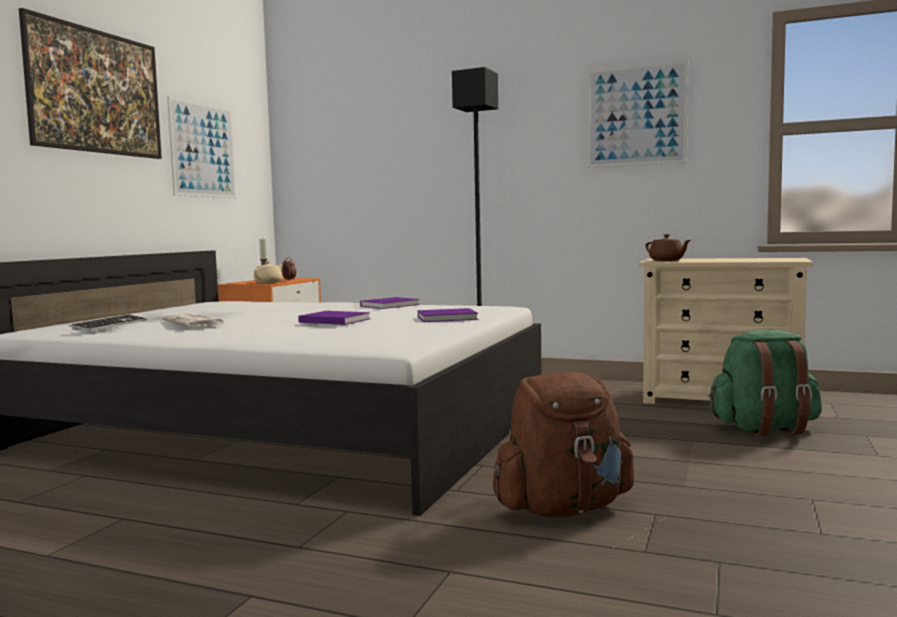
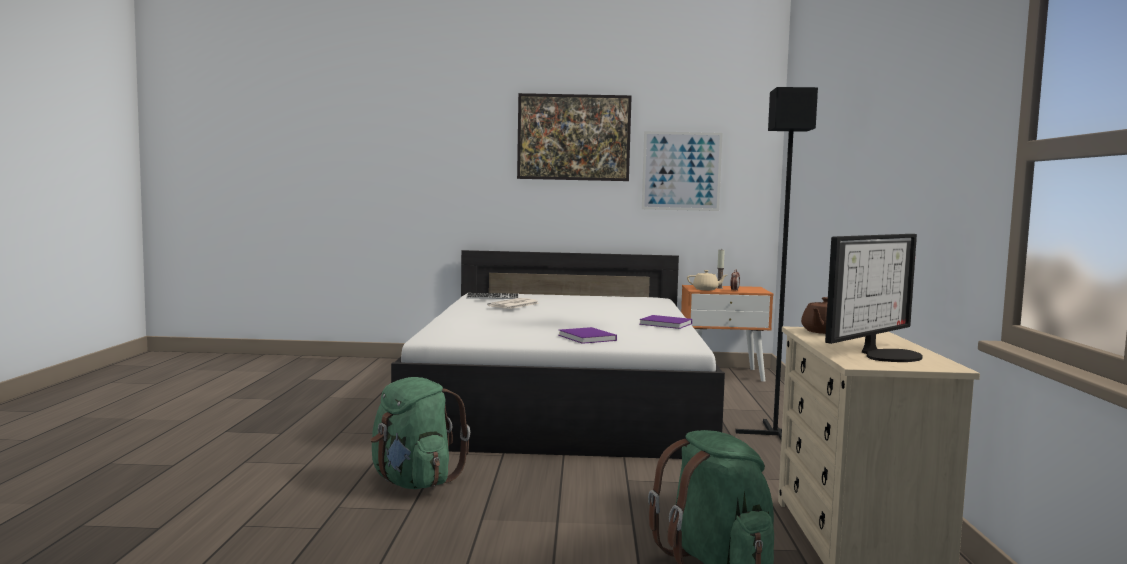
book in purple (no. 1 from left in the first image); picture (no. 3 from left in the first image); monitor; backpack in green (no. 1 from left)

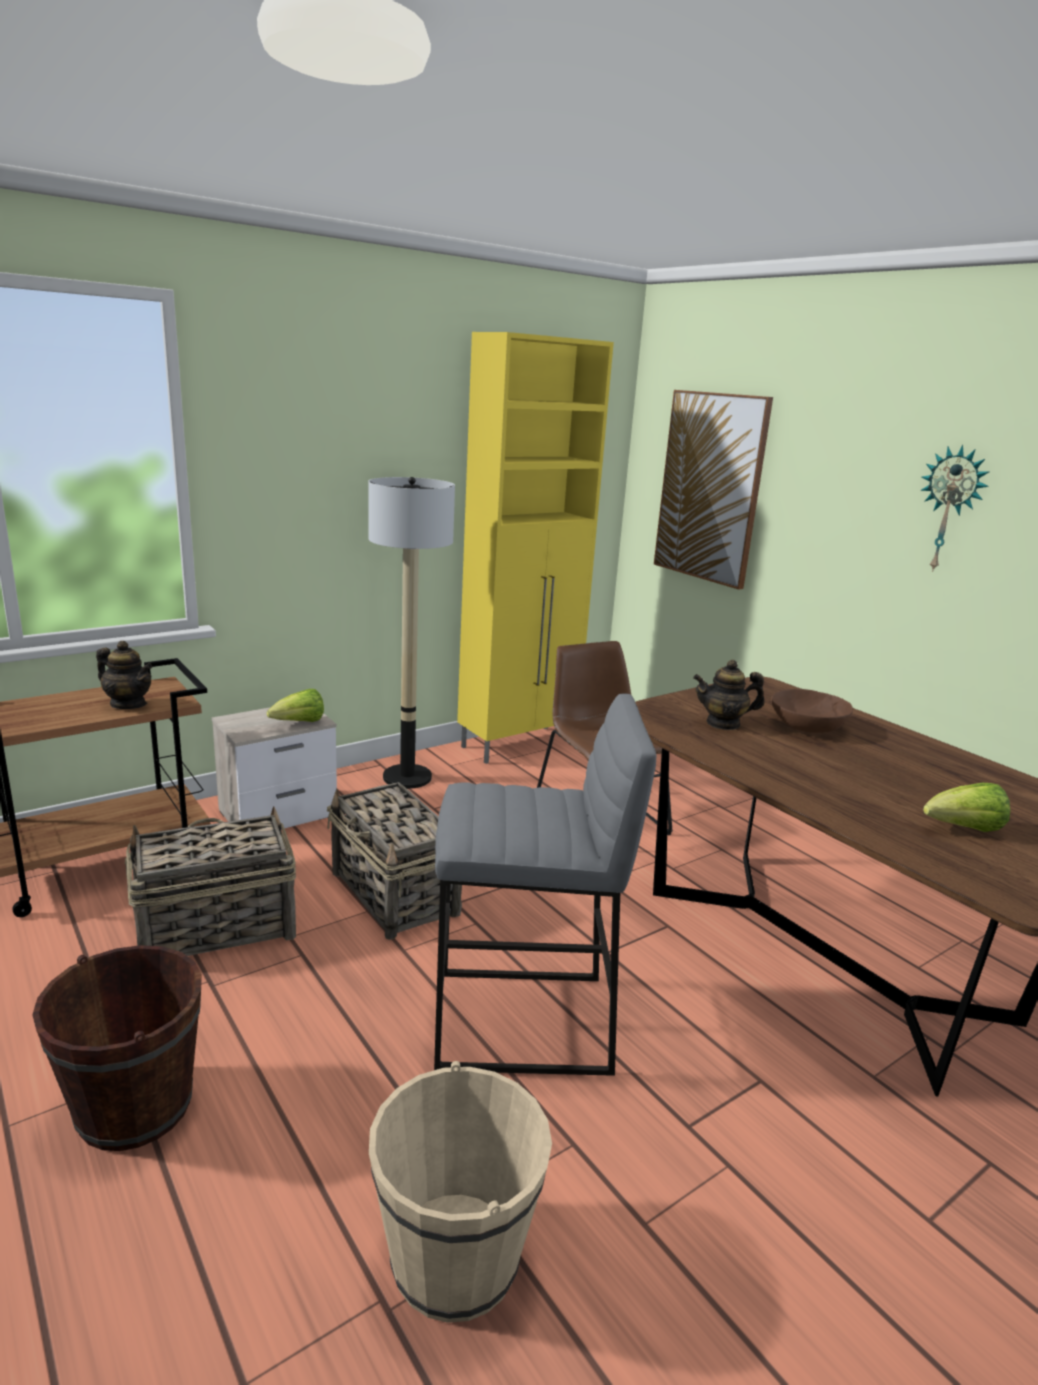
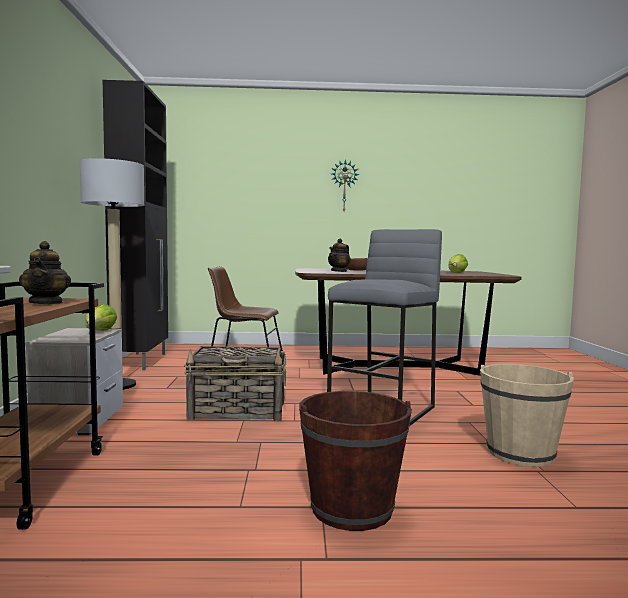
basket (no. 1 from left in the first image); picture; cabinet in black; teapot (no. 1 from left)

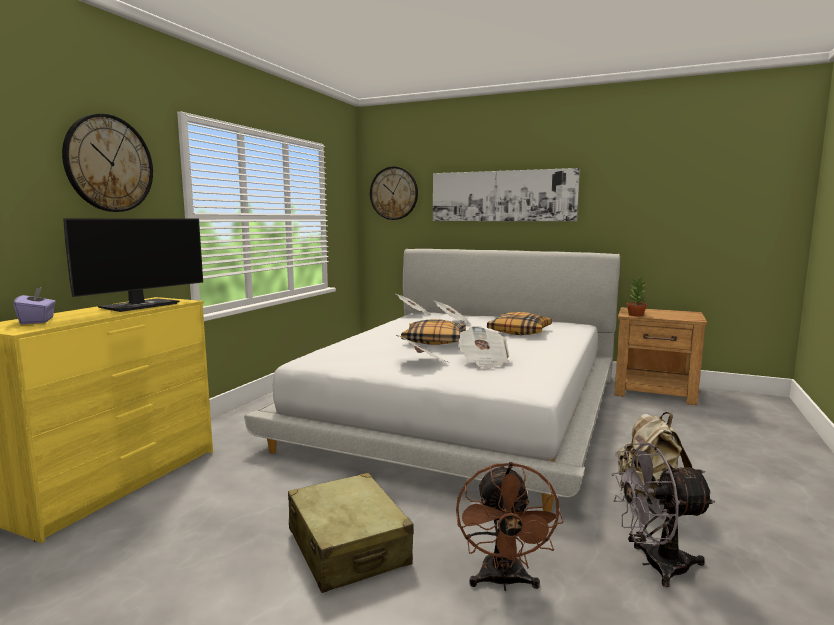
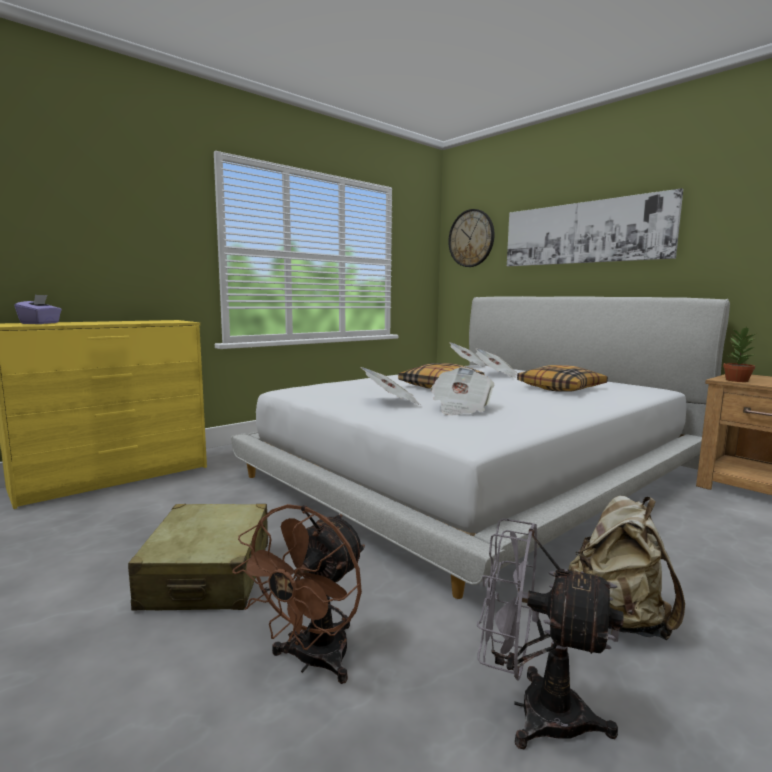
wall clock (no. 1 from left in the first image); monitor

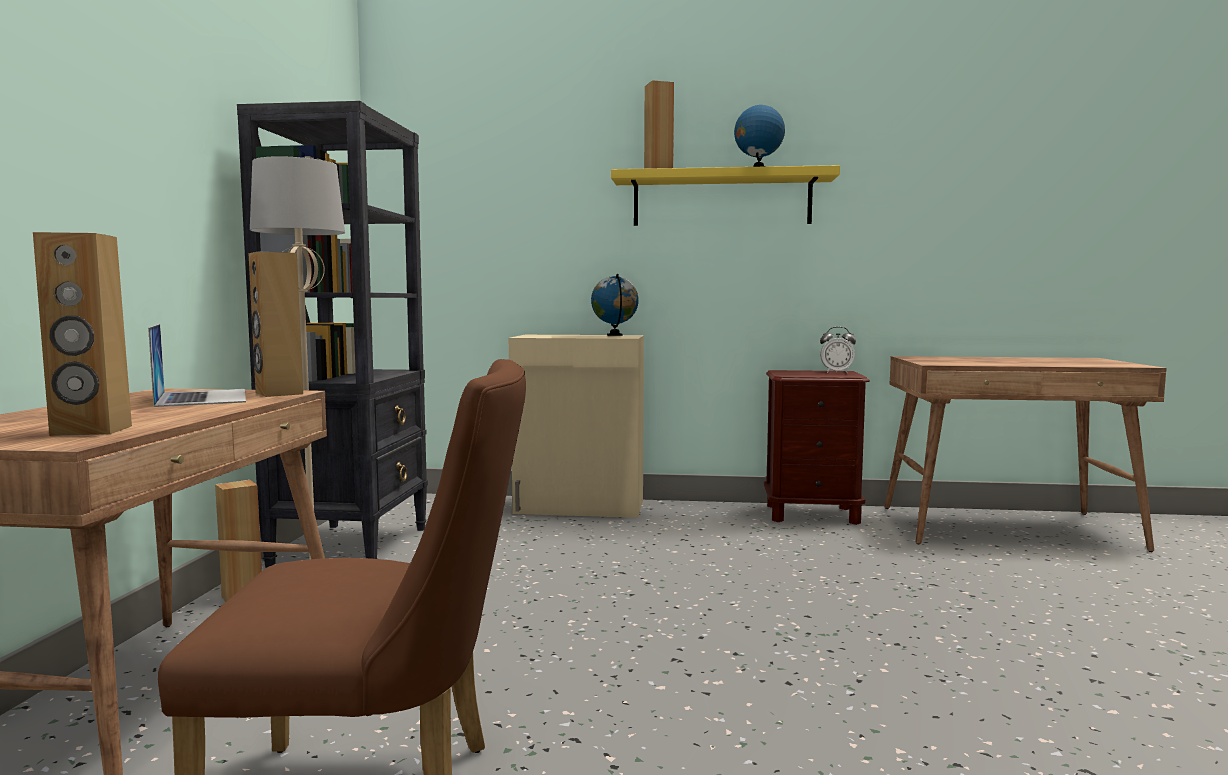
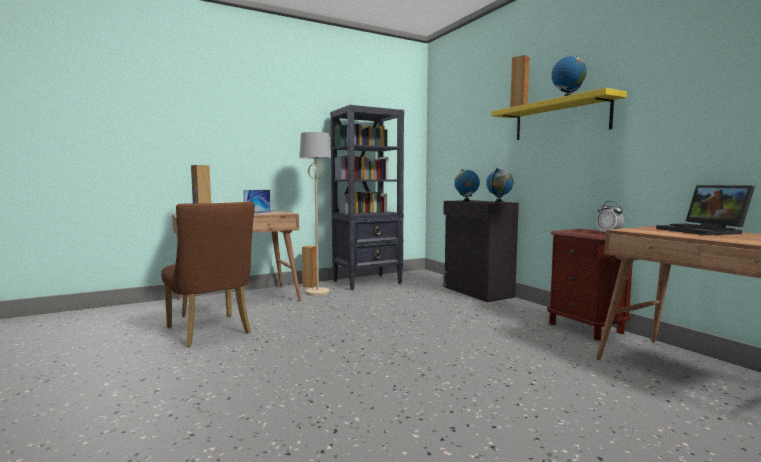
speaker in brown (no. 3 from left in the first image); globe (no. 1 from left); laptop (no. 2 from left); cabinet in black

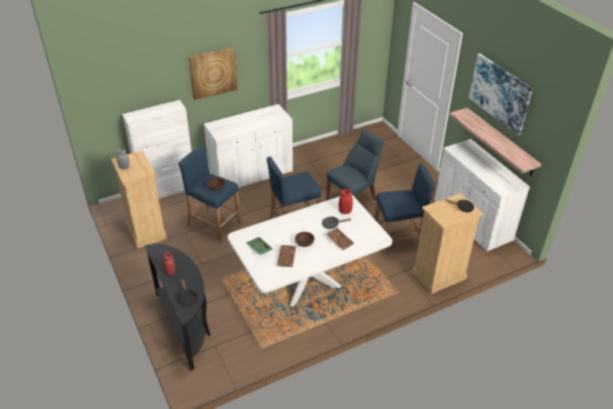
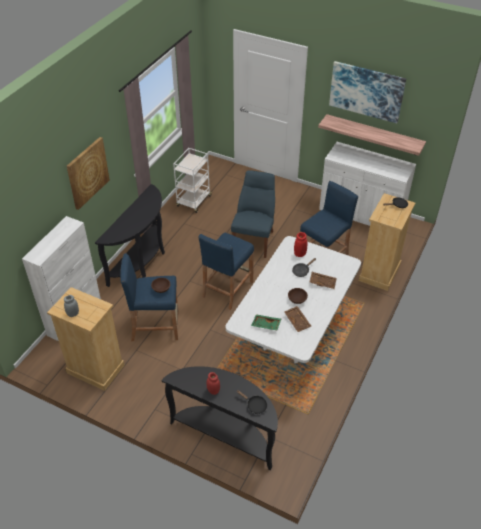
cart in white; console table in black (no. 1 from left)

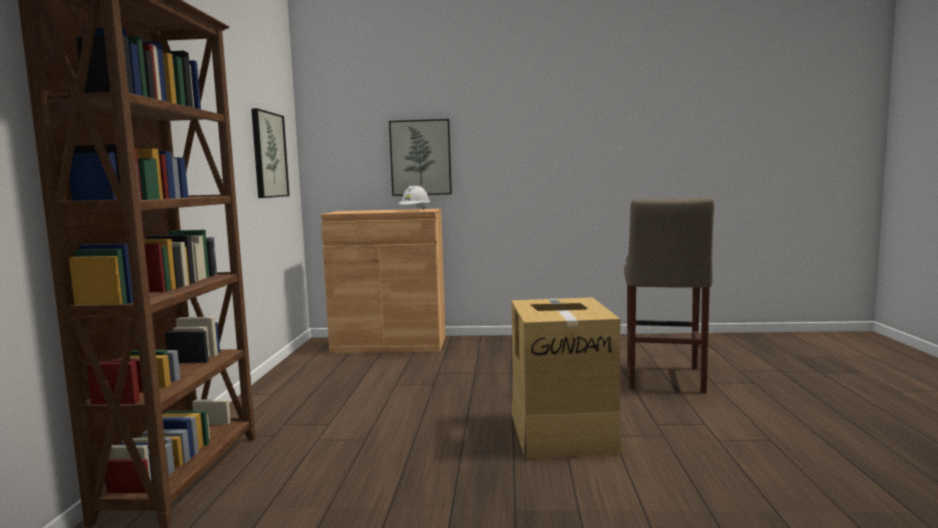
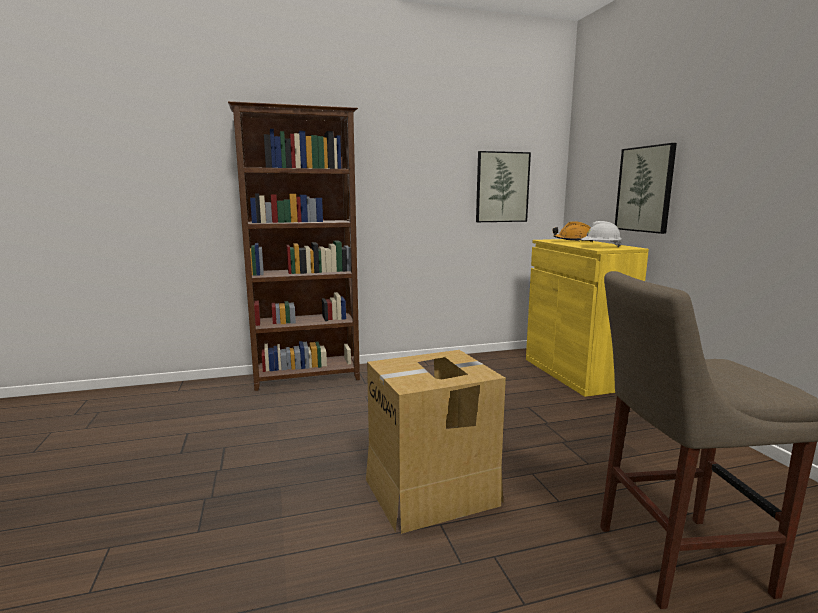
hard hat in orange; cabinet in yellow

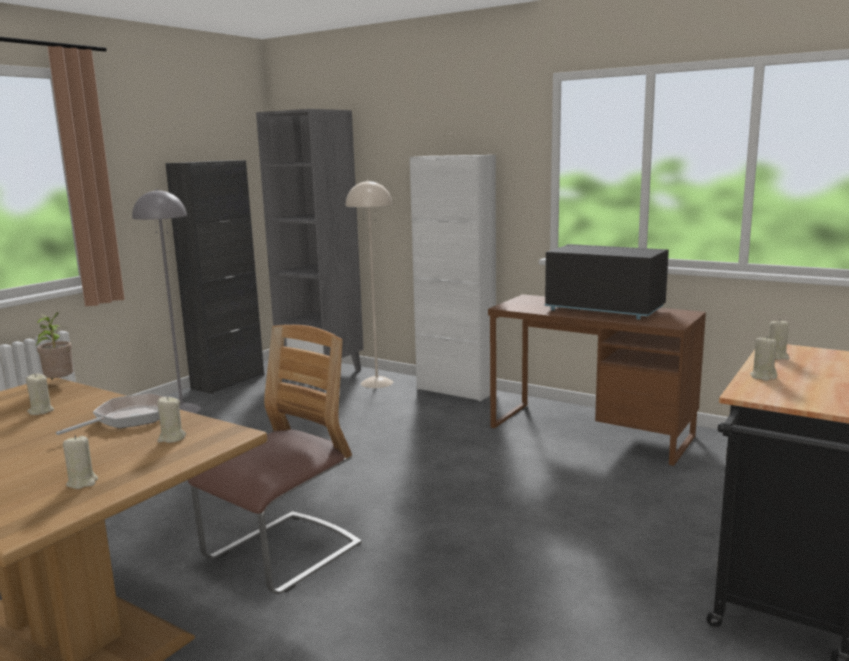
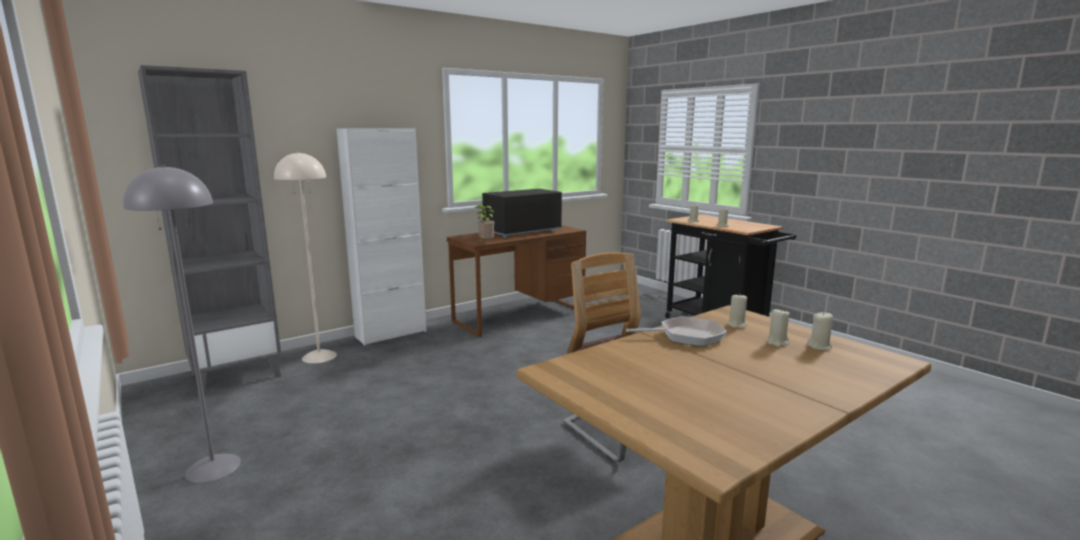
cabinet in black; candle in beige (no. 4 from left); potted plant; frying pan

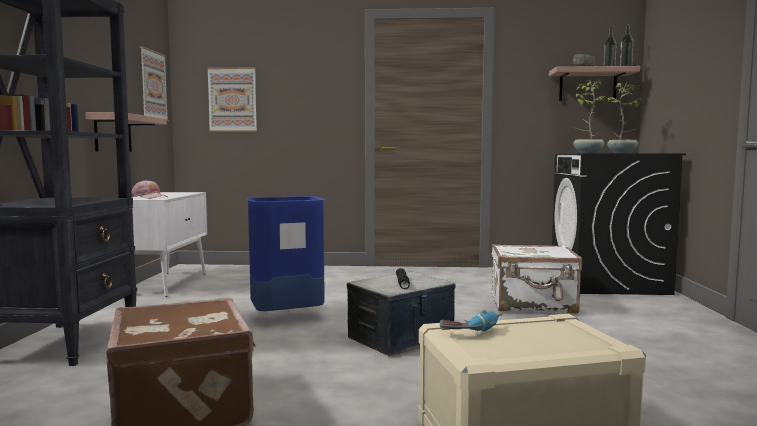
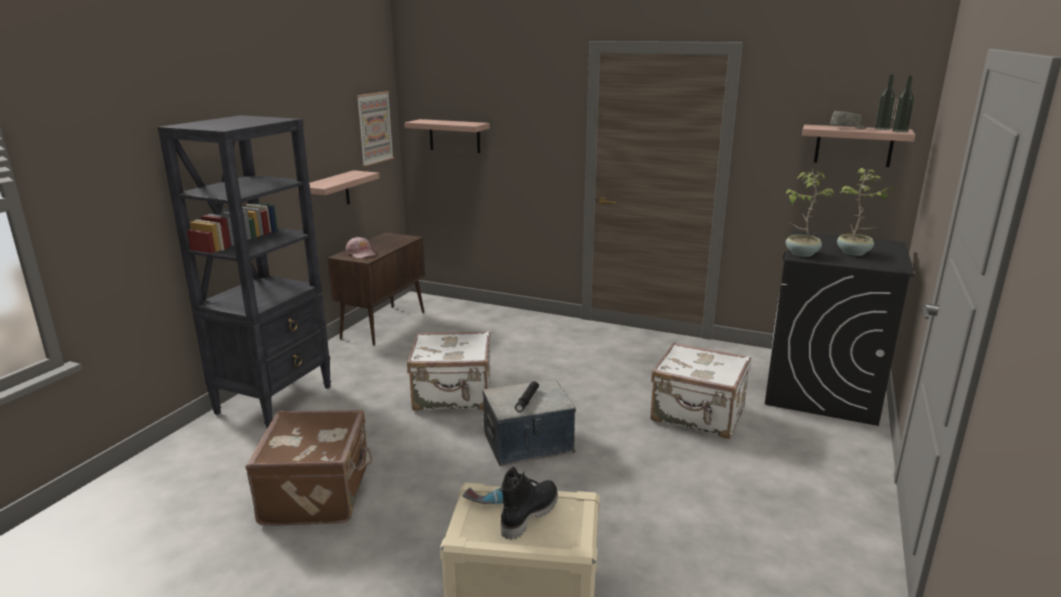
boot in black; shelf (no. 2 from left); suitcase in white (no. 1 from left); cabinet in brown

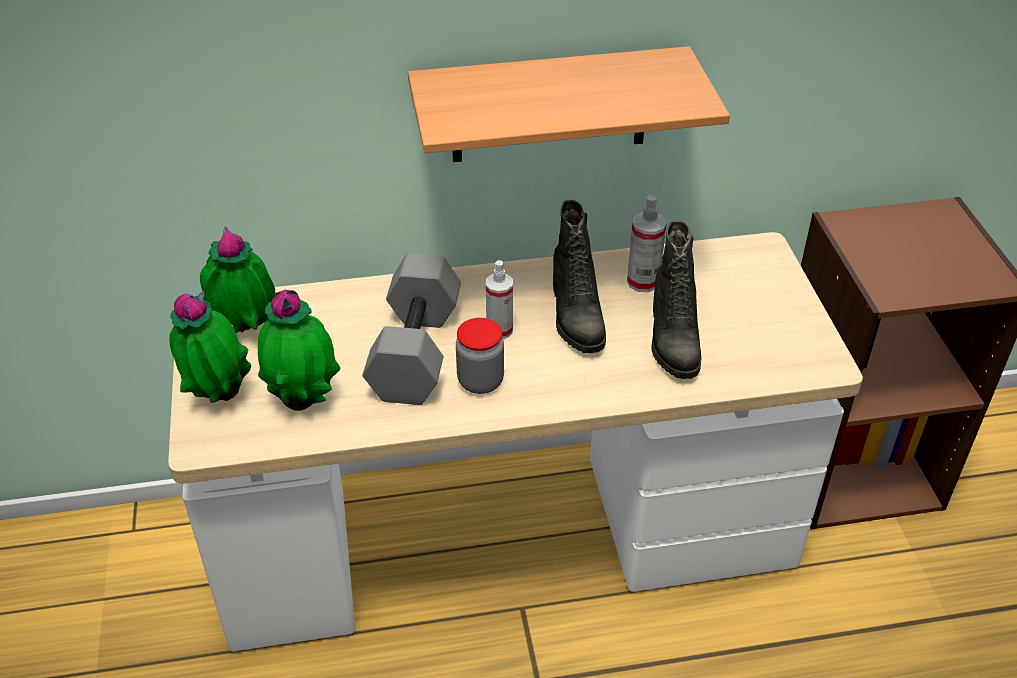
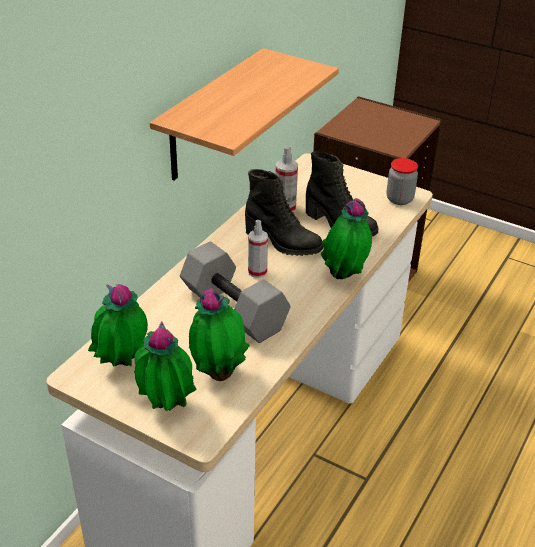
potted plant (no. 4 from left); jar

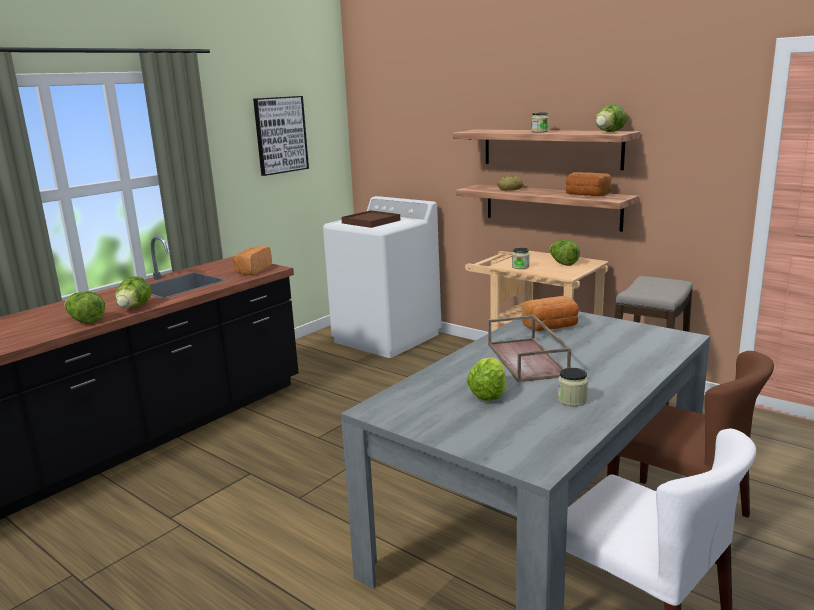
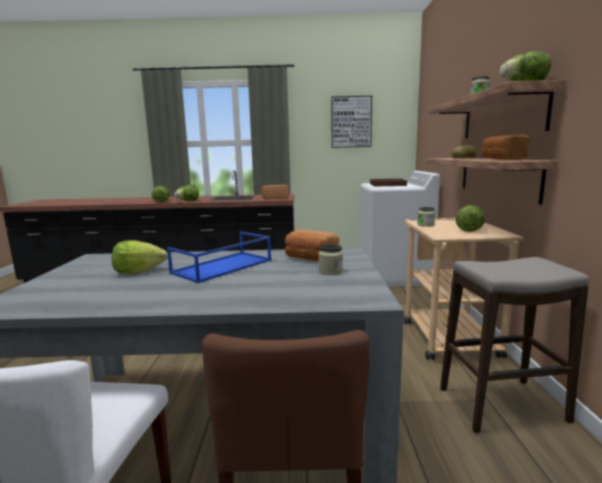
jar (no. 1 from left); tray in blue

